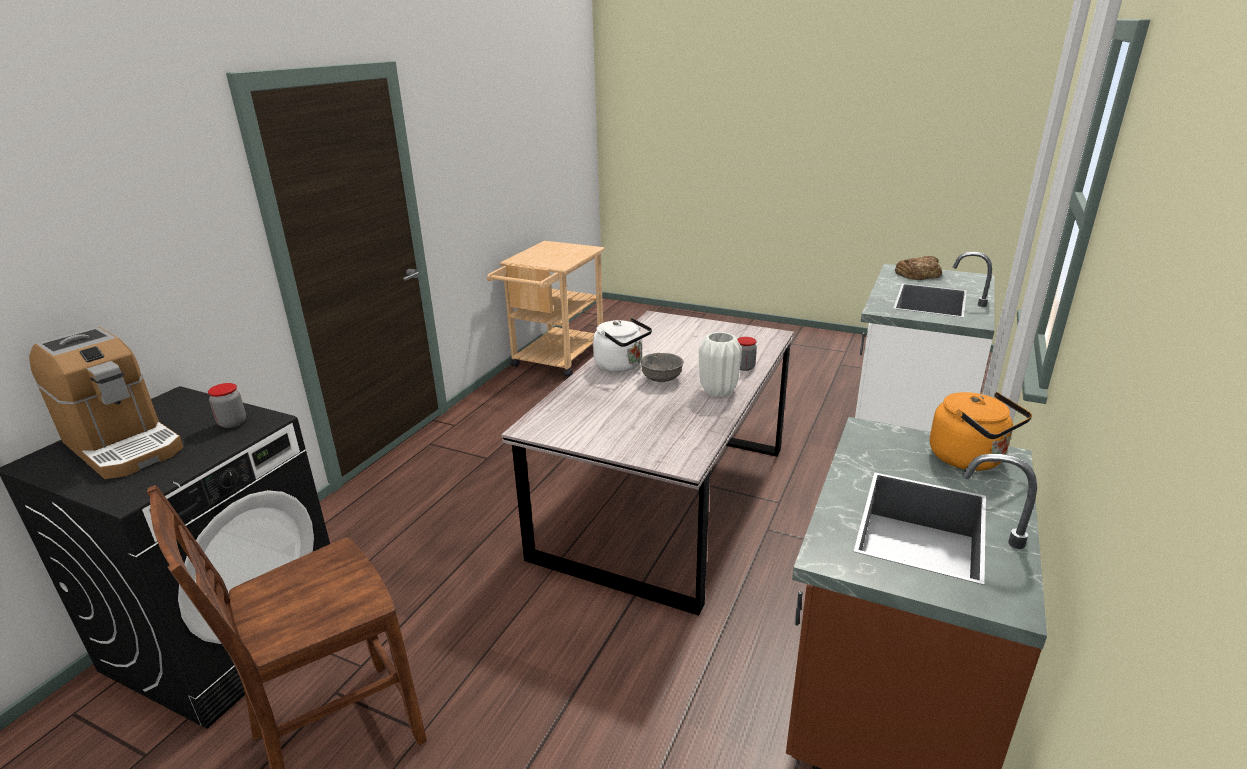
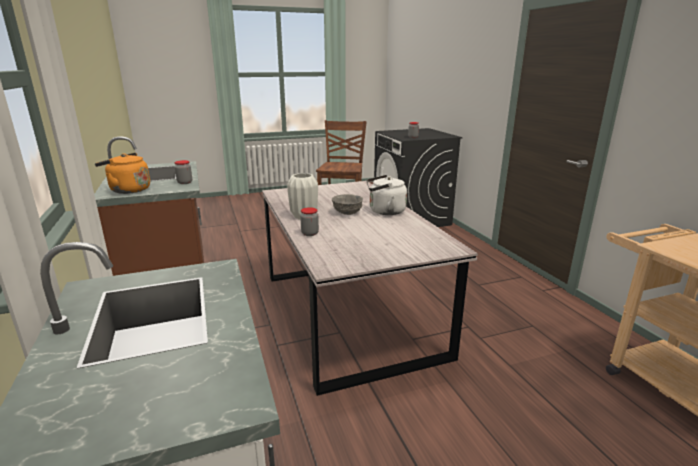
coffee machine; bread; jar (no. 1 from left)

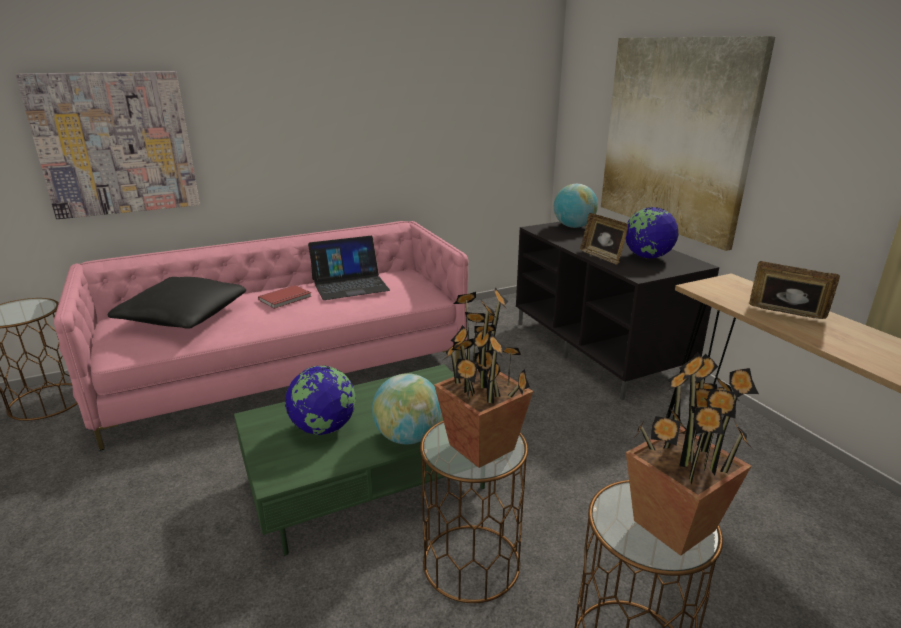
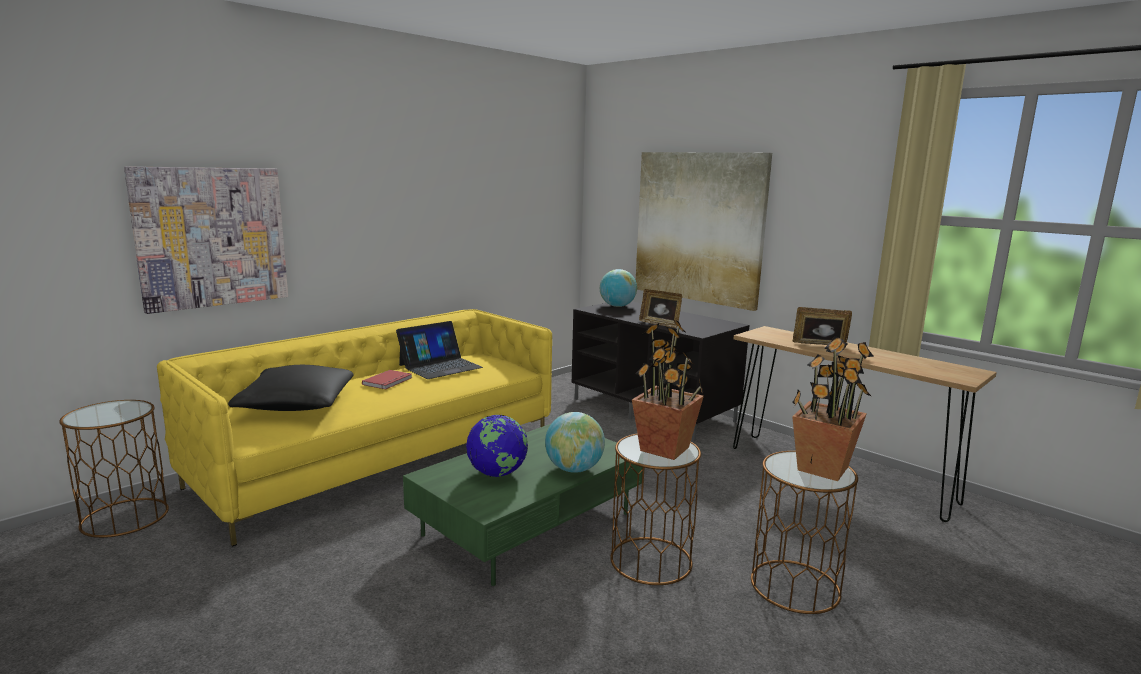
globe (no. 4 from left in the first image); sofa in yellow

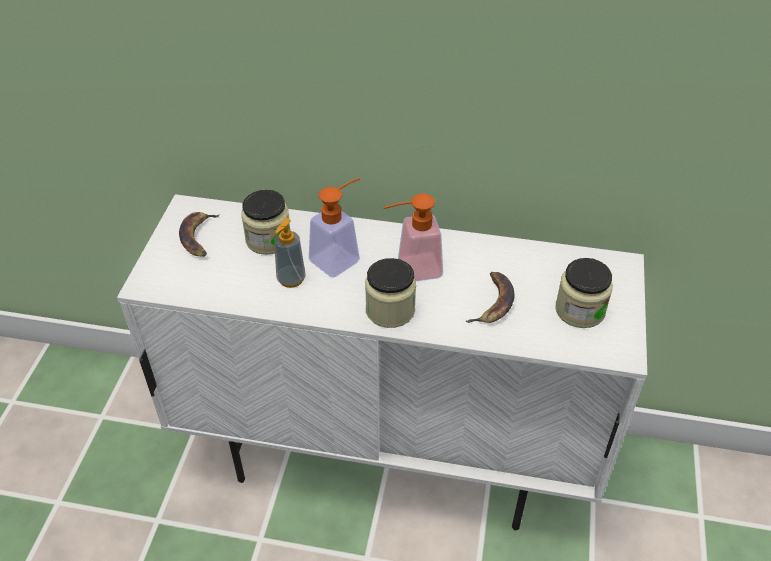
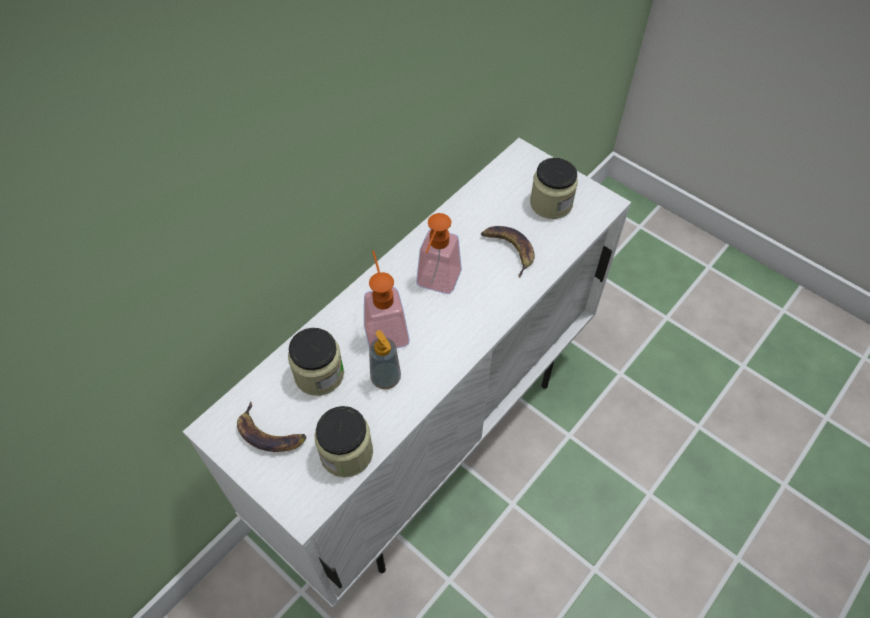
jar (no. 2 from left)

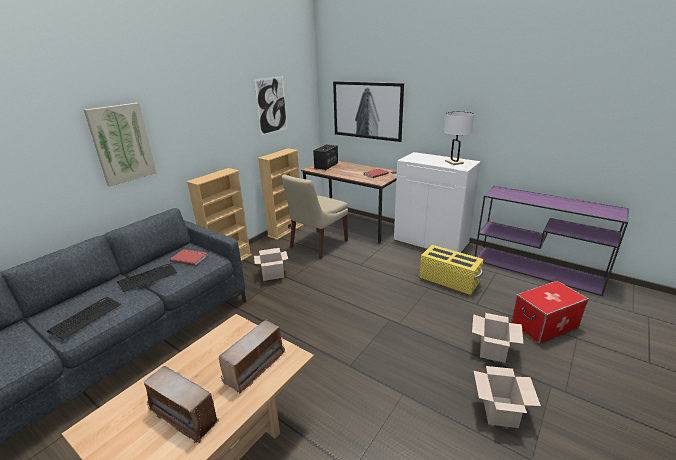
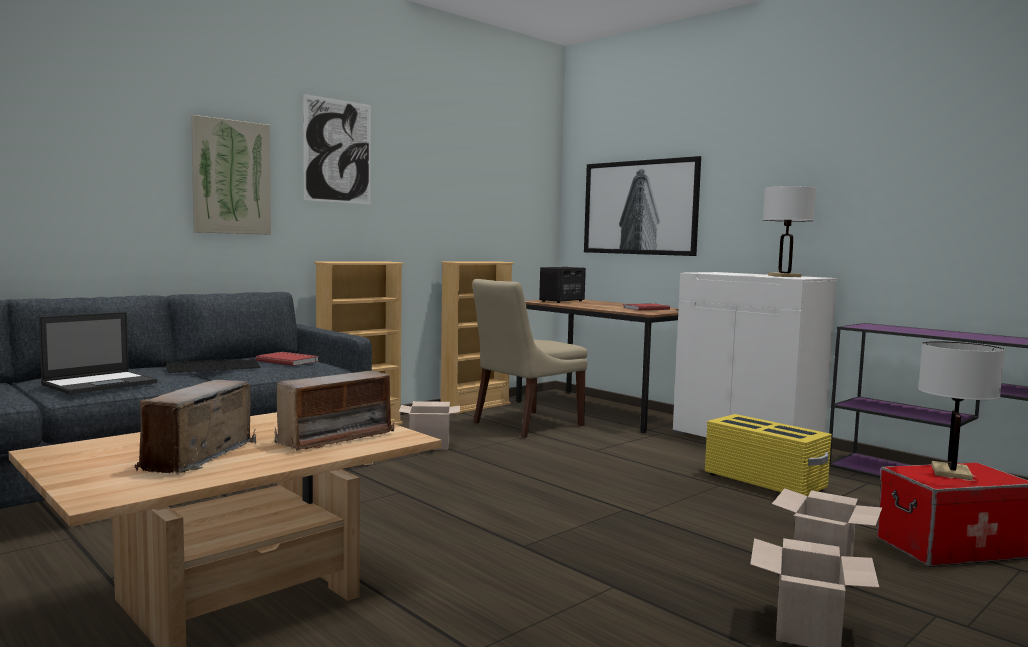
table lamp in white (no. 2 from left); picture (no. 2 from left); laptop; radio (no. 1 from left)

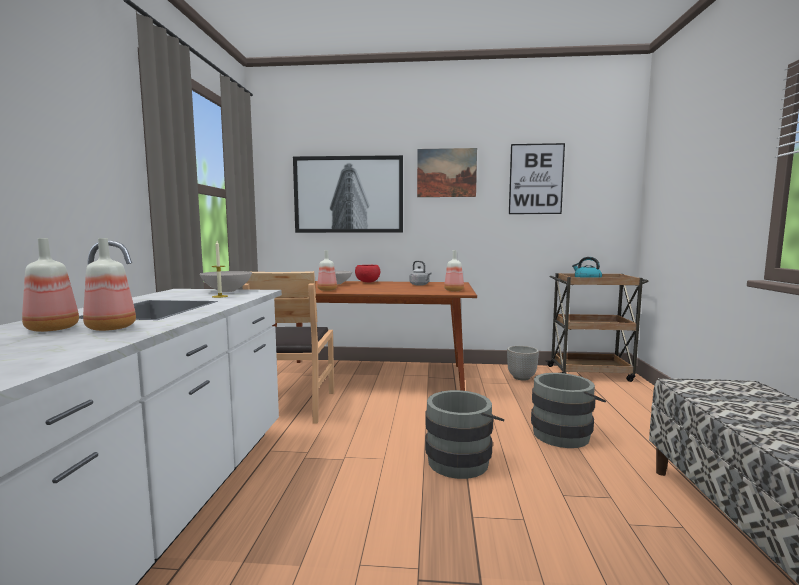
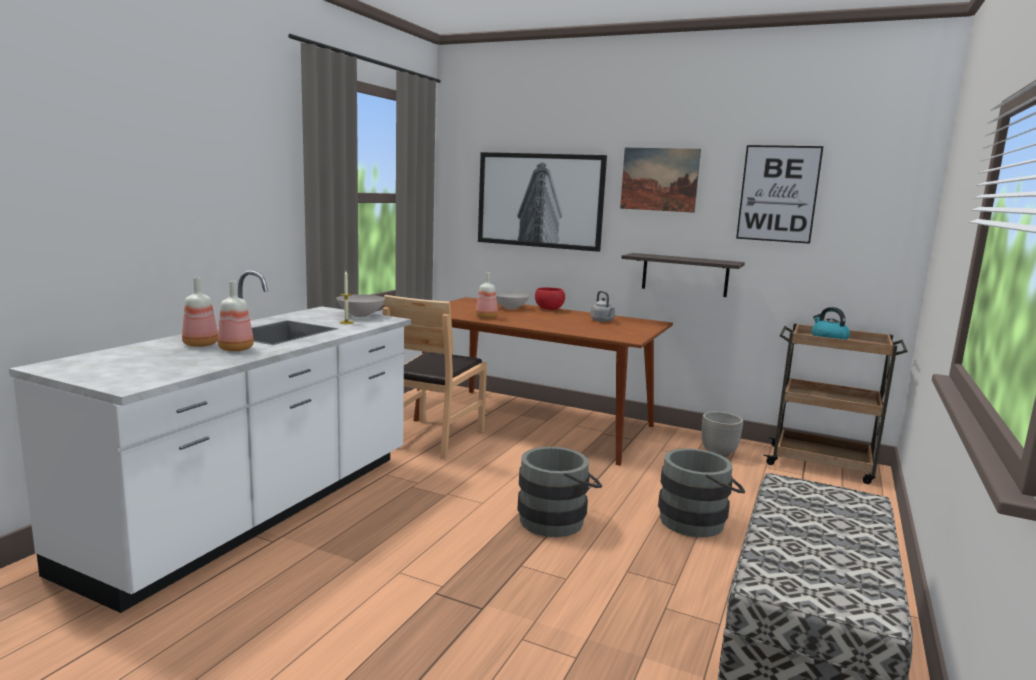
bottle (no. 4 from left in the first image); shelf

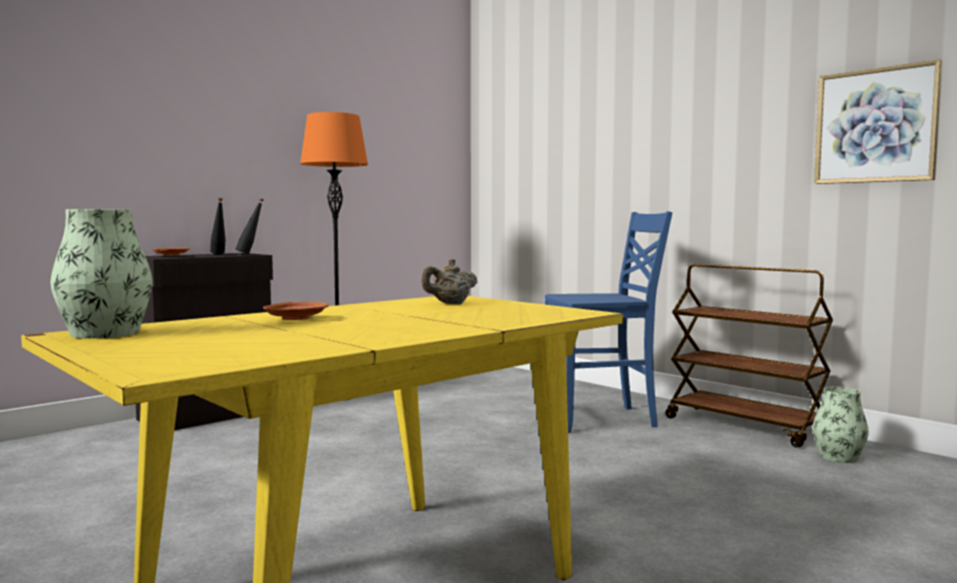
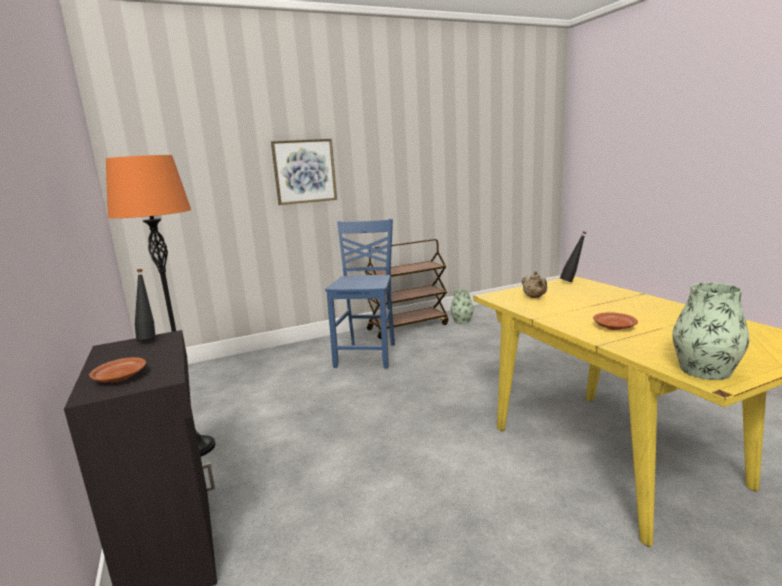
bottle in black (no. 2 from left); picture

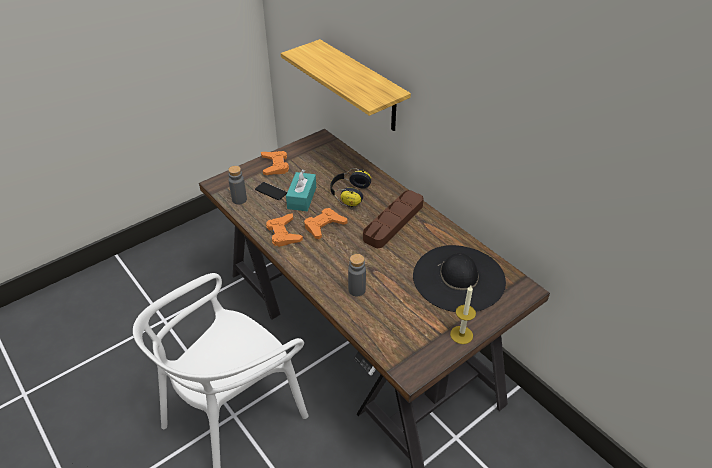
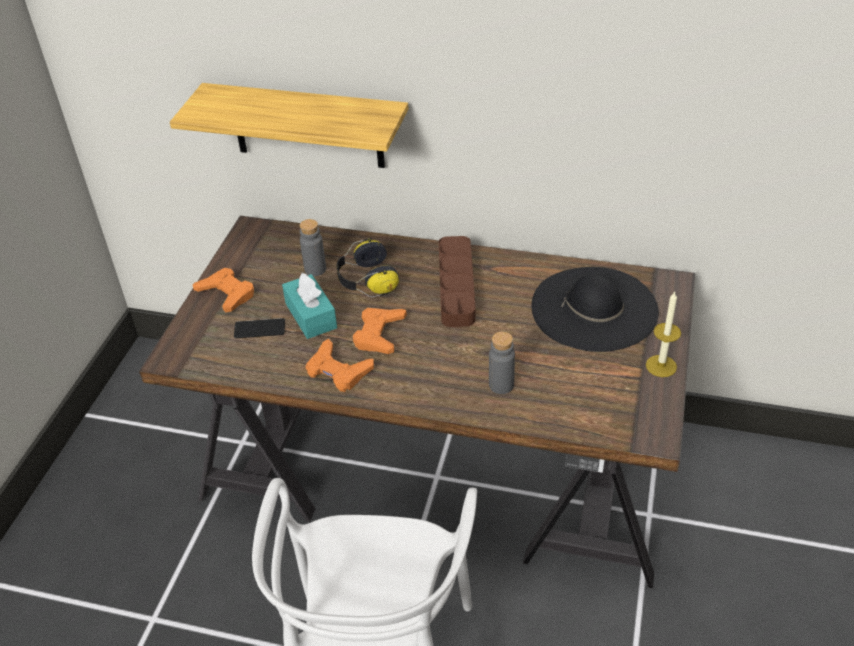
bottle in grey (no. 1 from left)

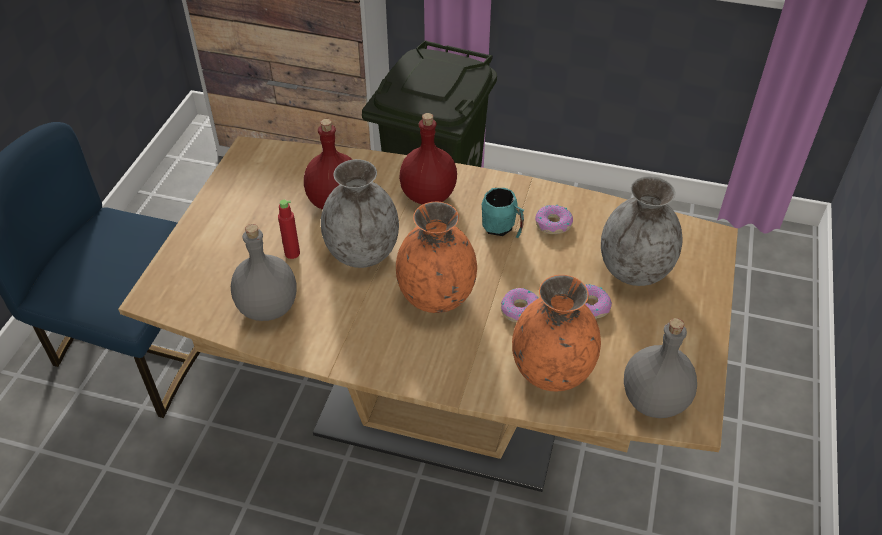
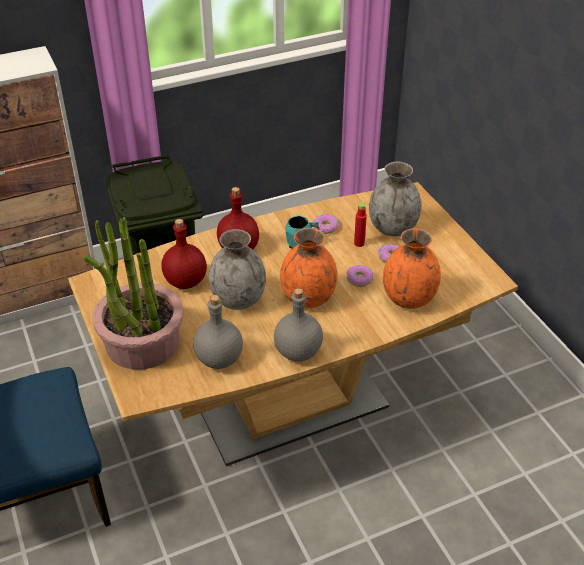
potted plant; bottle in red (no. 3 from left); bottle in grey (no. 2 from left)

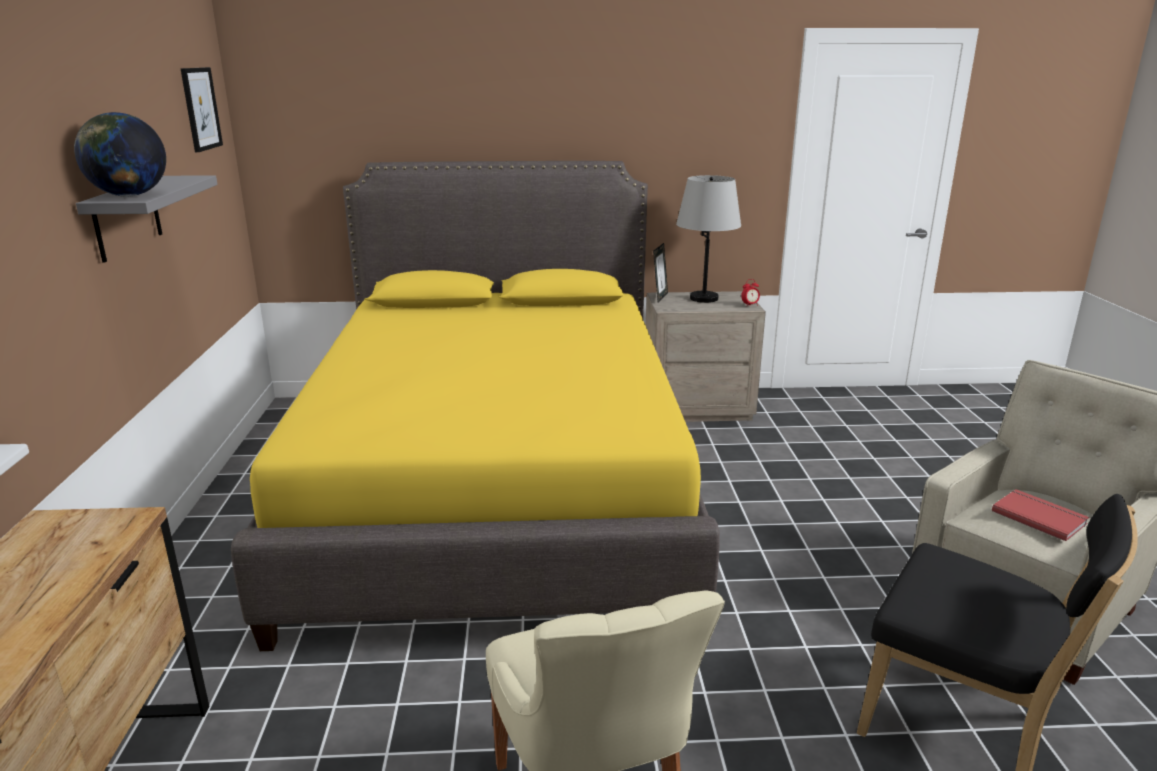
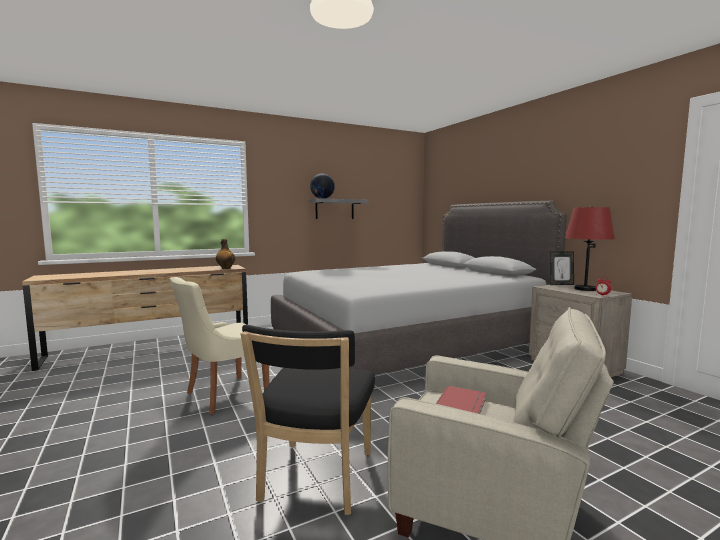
picture; bottle; bed in grey; table lamp in red

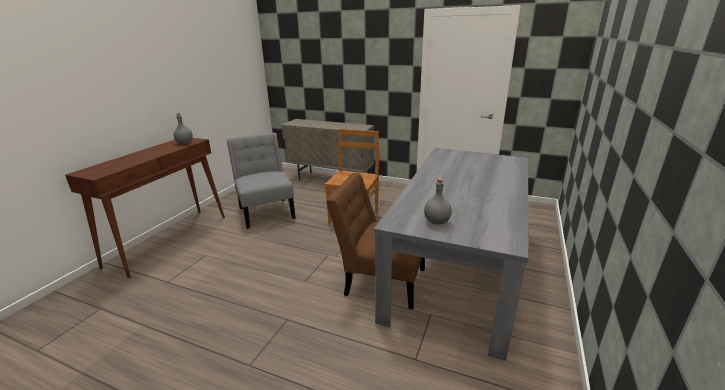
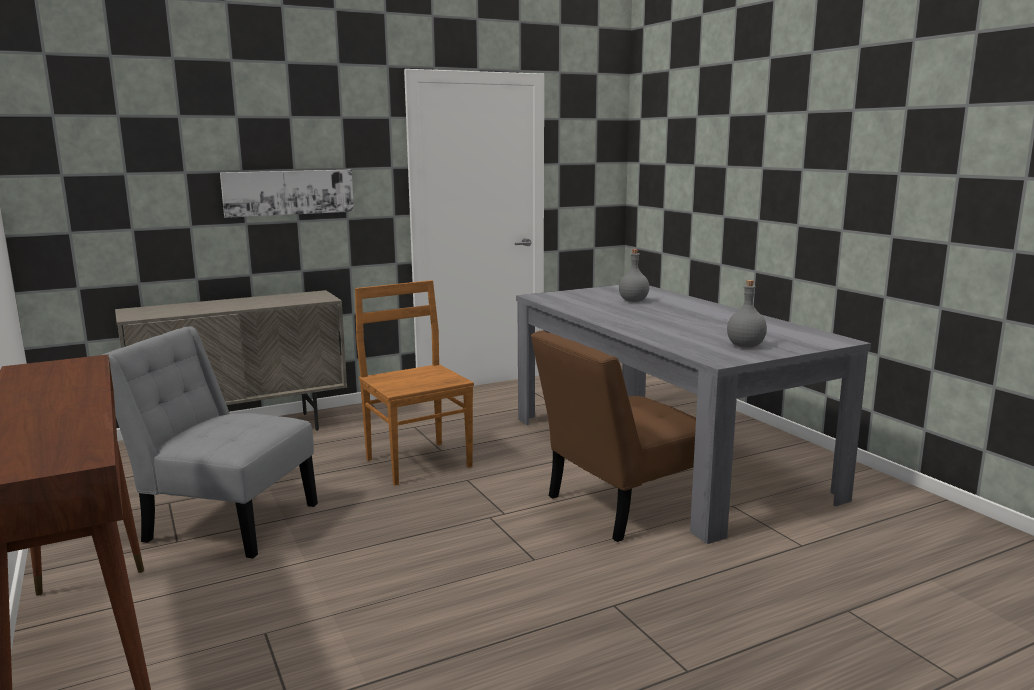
picture; bottle in grey (no. 1 from left)

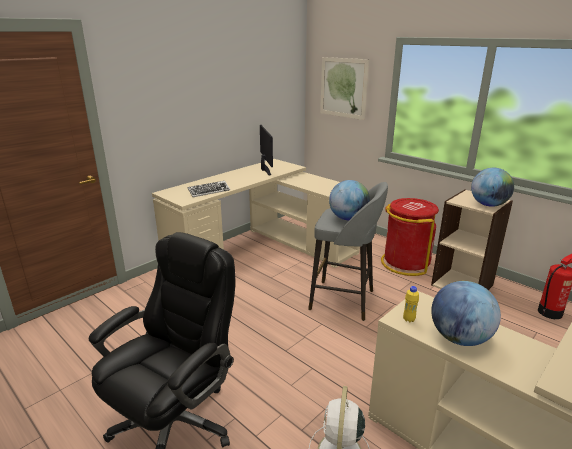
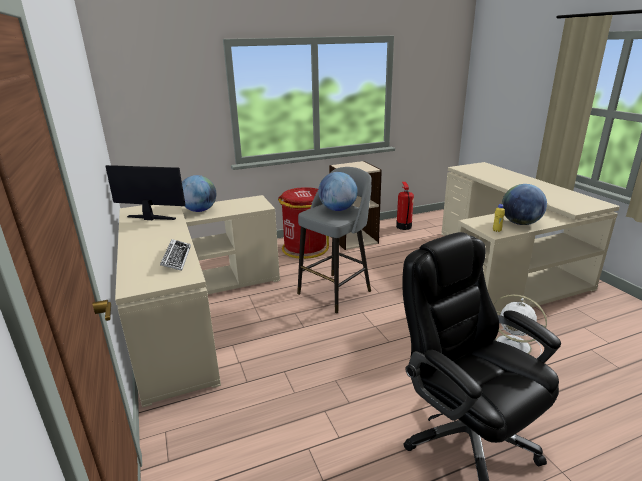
picture; globe (no. 1 from left)

